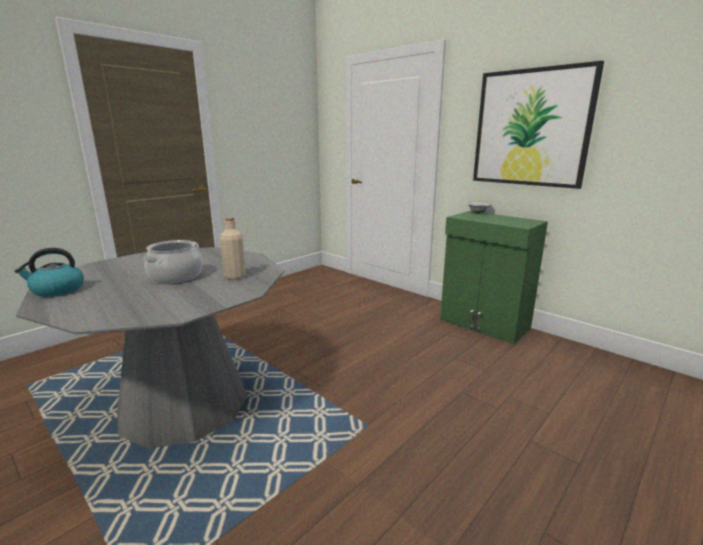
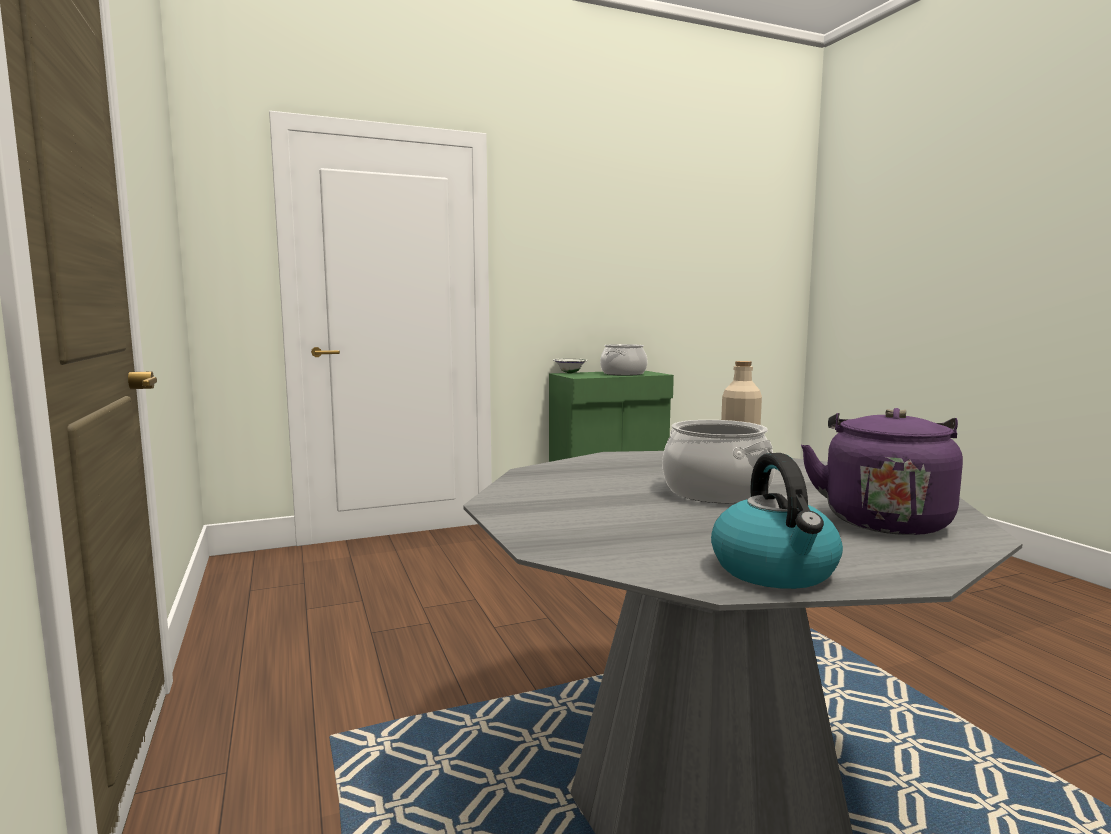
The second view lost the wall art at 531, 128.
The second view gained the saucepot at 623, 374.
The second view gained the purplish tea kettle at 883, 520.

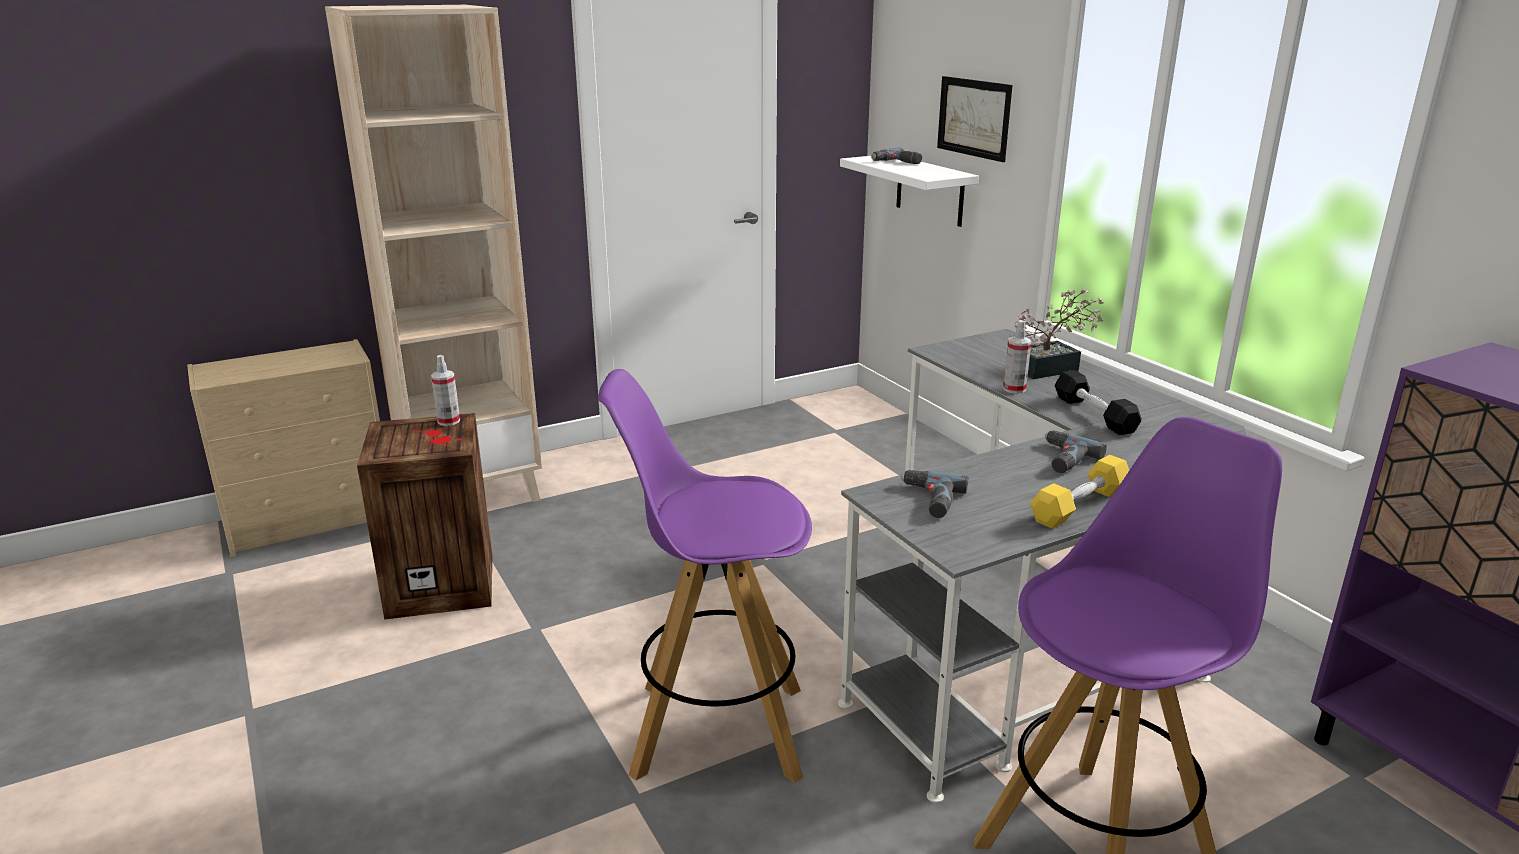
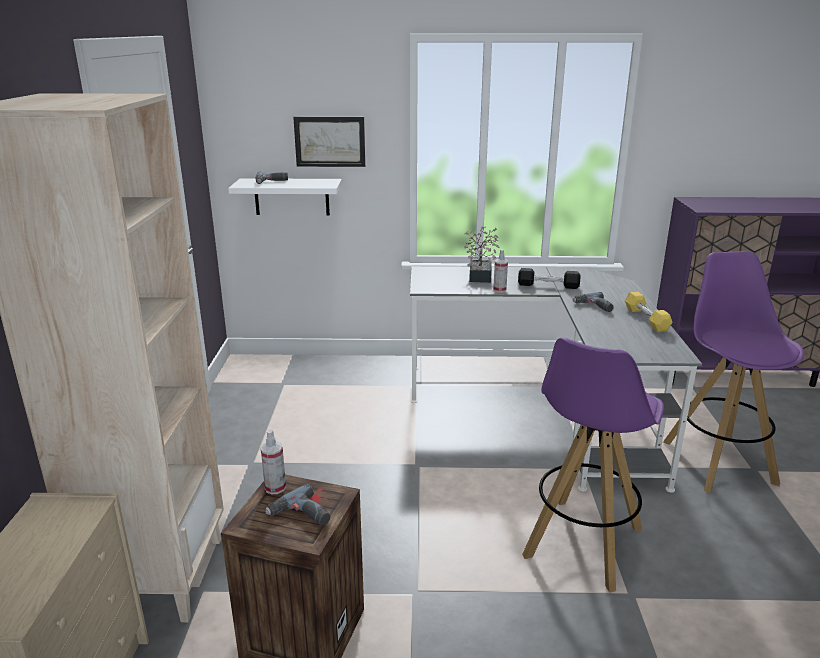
The electric drill ended up elsewhere, having gone from 929, 500 to 300, 516.

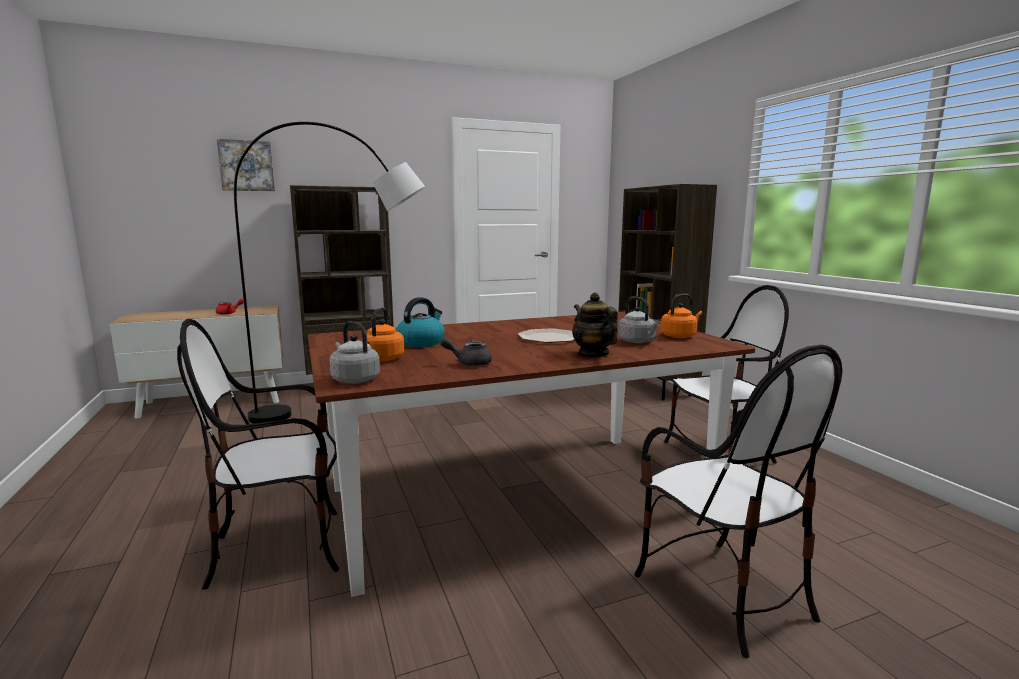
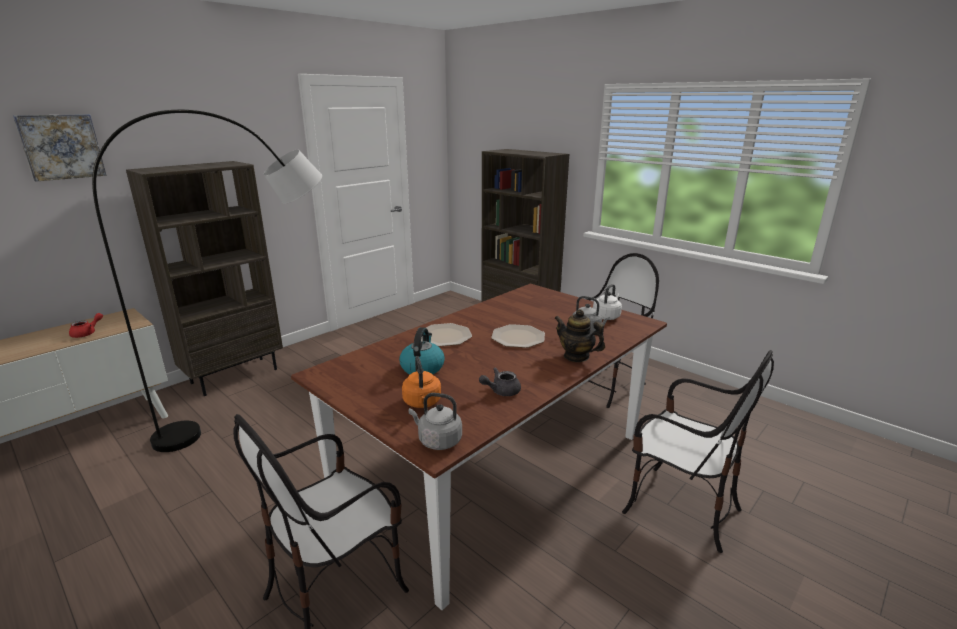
What was the orange tea kettle at 679, 336 turned into the whitish tea kettle at 607, 316.
The second view gained the flat dish at 444, 336.

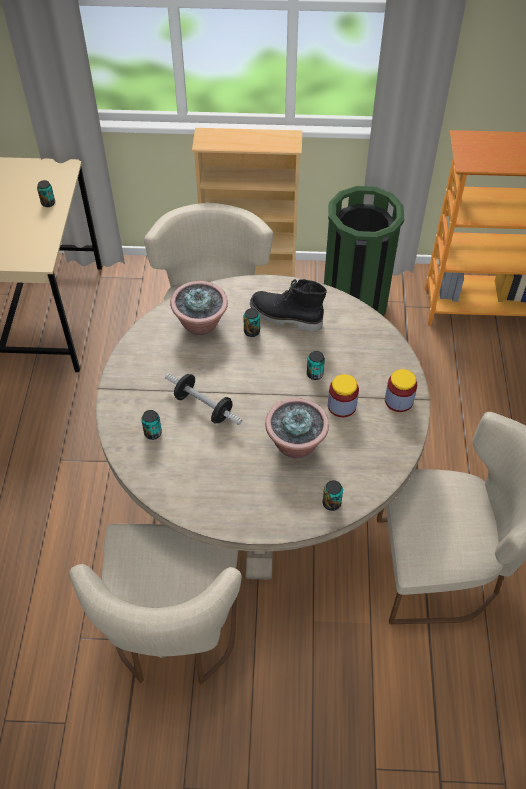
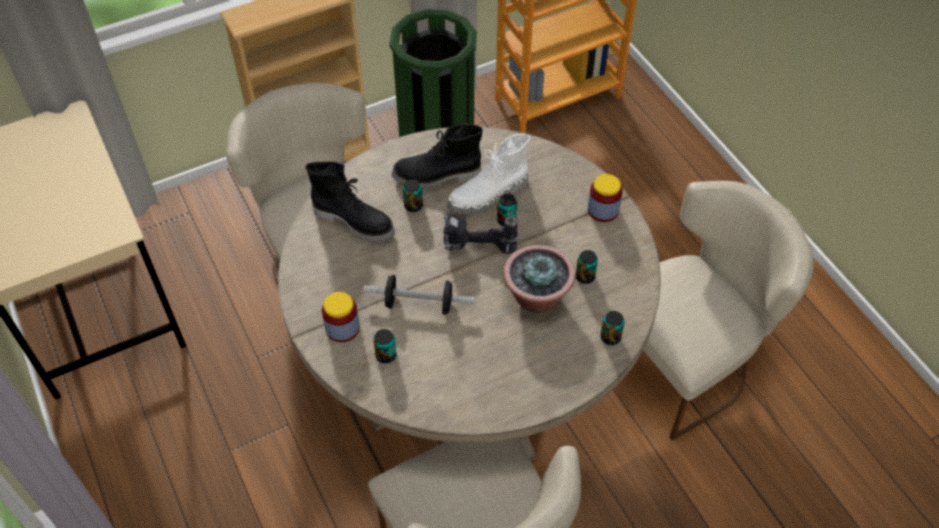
The can ended up elsewhere, having gone from 48, 203 to 585, 277.
Where the houseplant stood at 201, 324, the black-coloured high-top boot came to stand at 355, 221.
The preserve jar ended up elsewhere, having gone from 342, 406 to 342, 328.
The second view gained the whitish high-top boot at 489, 196.
The second view gained the electric drill at 477, 249.

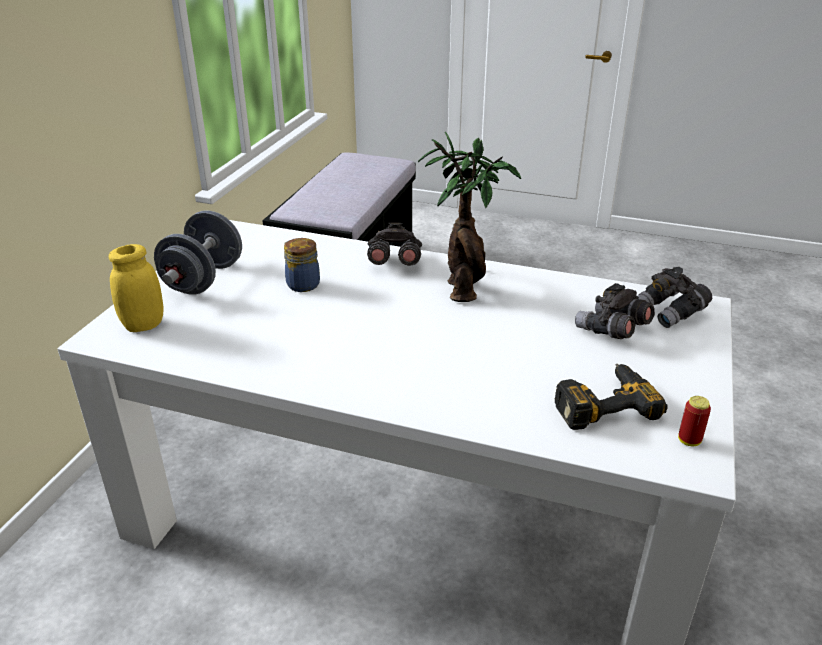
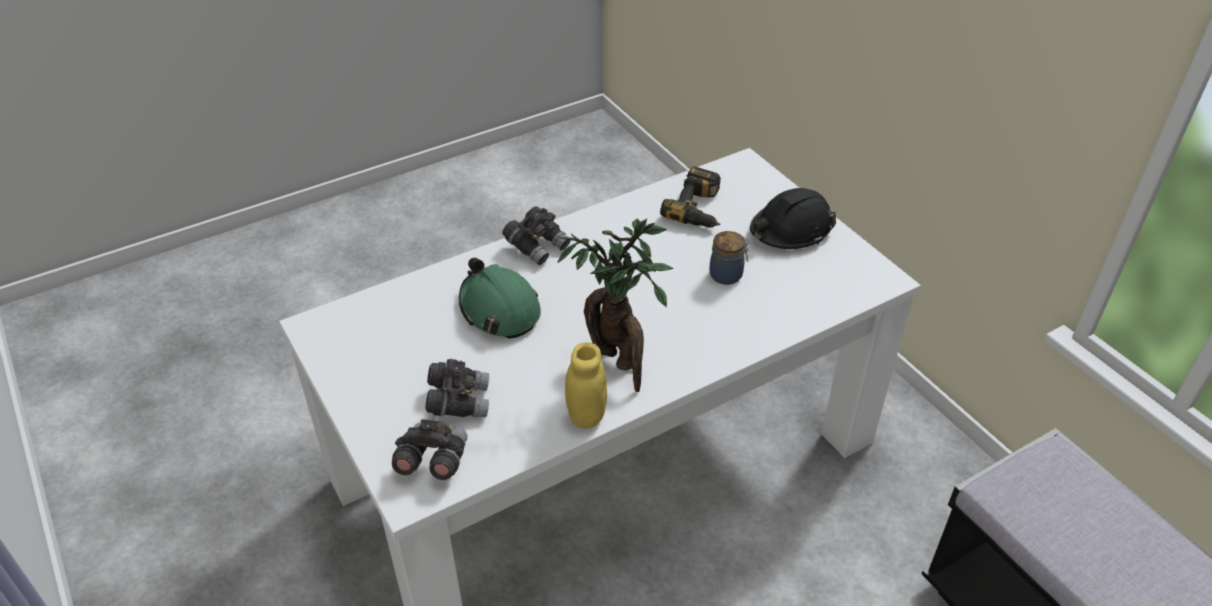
Where the greyish dumbbell stood at 203, 279, the black-coloured work helmet came to stand at 790, 230.
The greyish pair of binoculars ended up elsewhere, having gone from 394, 263 to 537, 246.
The yellow preserve jar ended up elsewhere, having gone from 143, 325 to 586, 416.
The electric drill ended up elsewhere, having gone from 602, 402 to 700, 209.
The second view lost the can at 689, 440.
The second view gained the green-coloured work helmet at 499, 309.

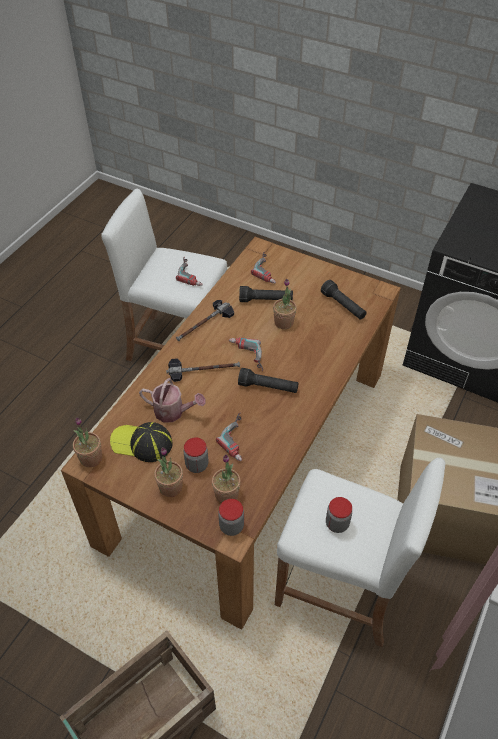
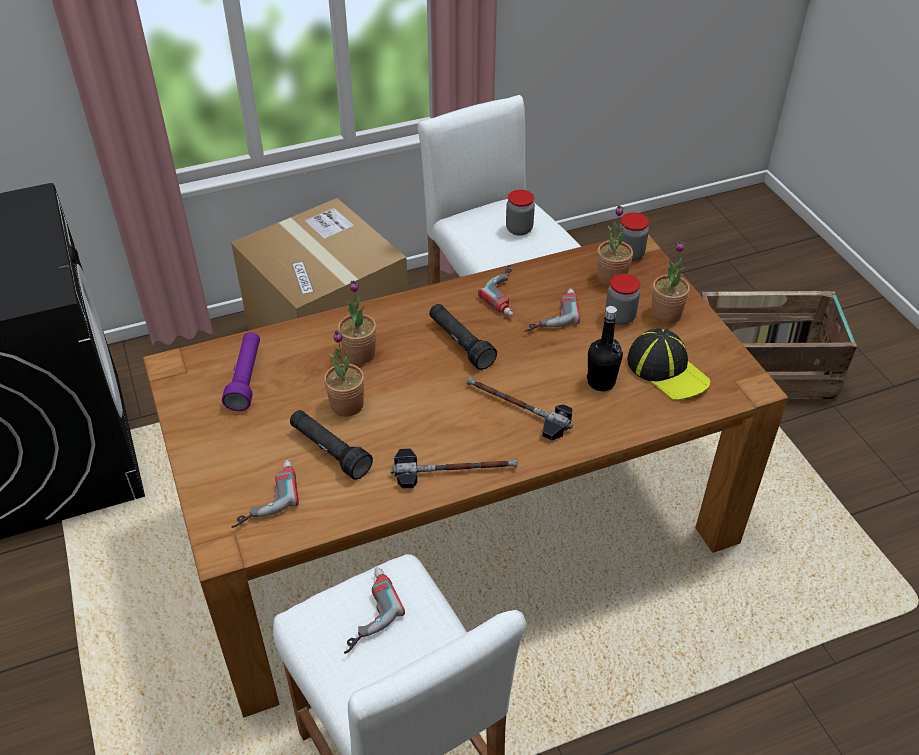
What was the black-coloured flashlight at 343, 306 turned into the purplish flashlight at 246, 378.
The electric drill ended up elsewhere, having gone from 245, 356 to 509, 294.
Where the sprinkling can stood at 173, 412, the black-coloured drink bottle came to stand at 601, 382.
The houseplant ended up elsewhere, having gone from 91, 458 to 359, 354.

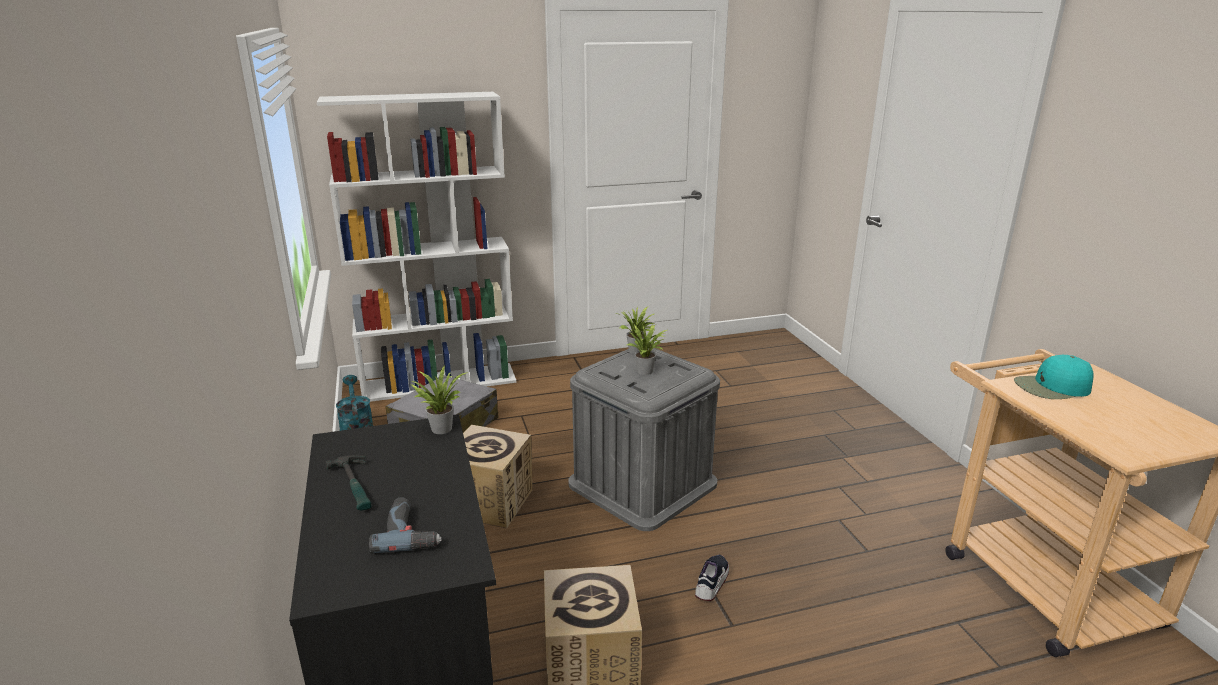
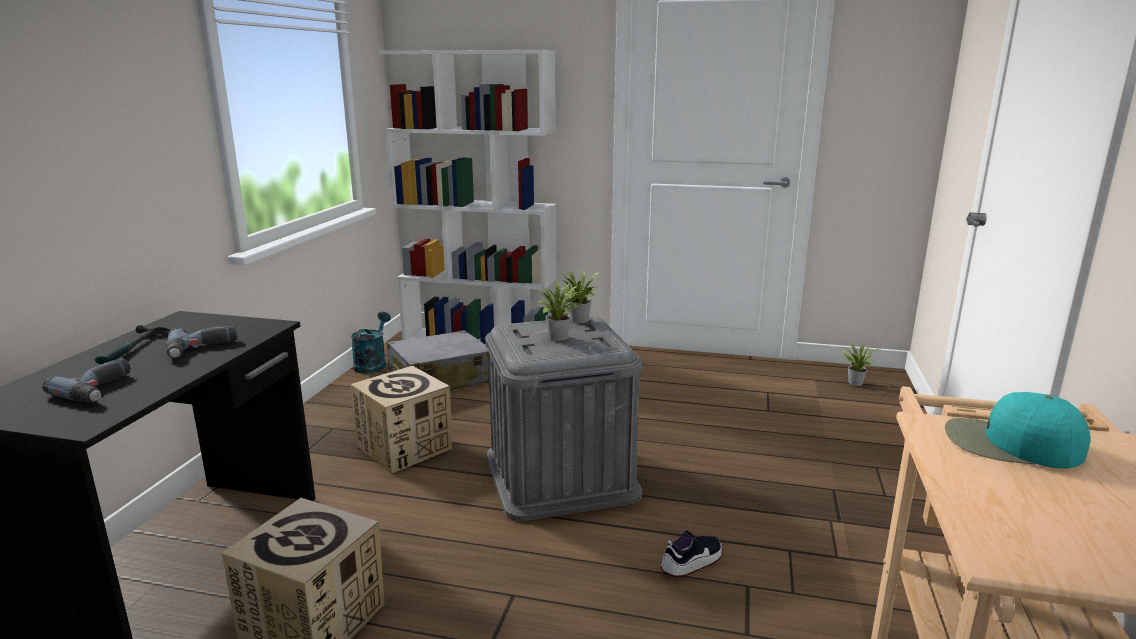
The houseplant ended up elsewhere, having gone from 440, 427 to 854, 382.
The shoe ended up elsewhere, having gone from 711, 583 to 691, 563.
The second view gained the electric drill at 203, 348.

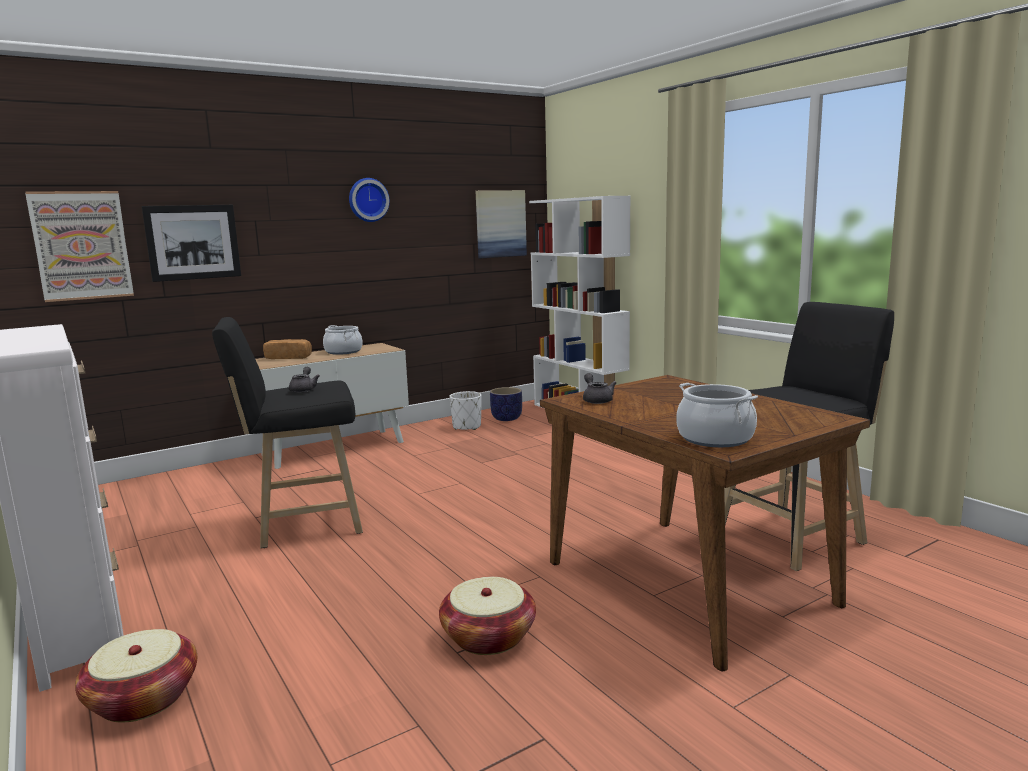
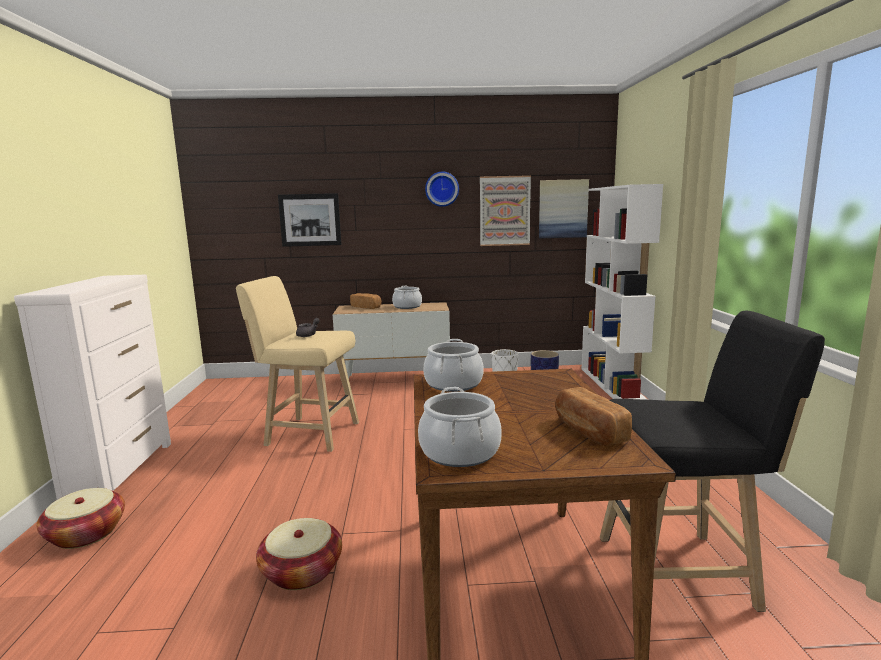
The wall art ended up elsewhere, having gone from 81, 245 to 504, 211.
What was the black-coloured sitting stool at 303, 523 turned into the beige sitting stool at 308, 433.
Where the greyish tea pot stood at 596, 400, the saucepot came to stand at 453, 384.
The second view gained the bakery bread at 588, 431.

